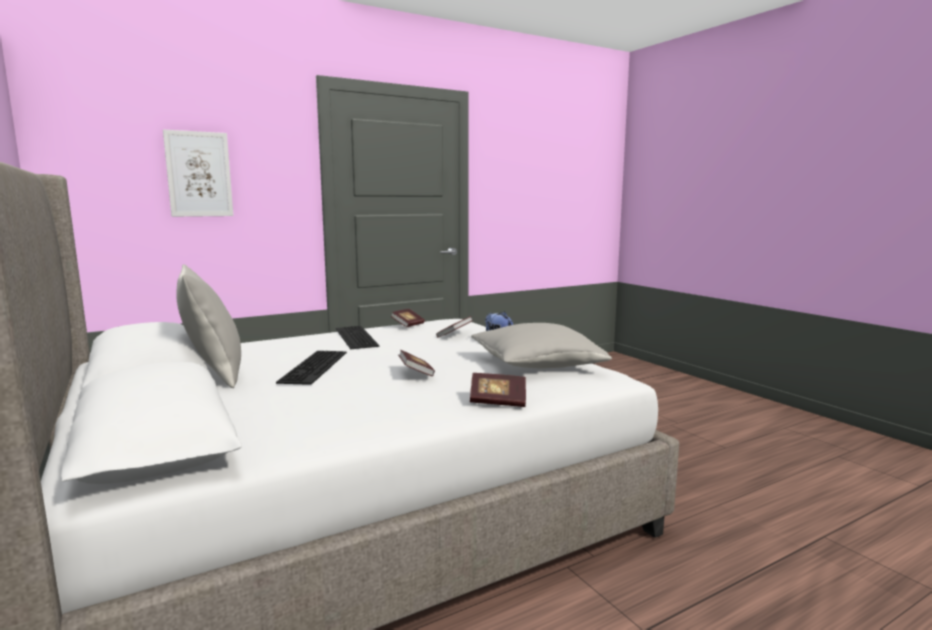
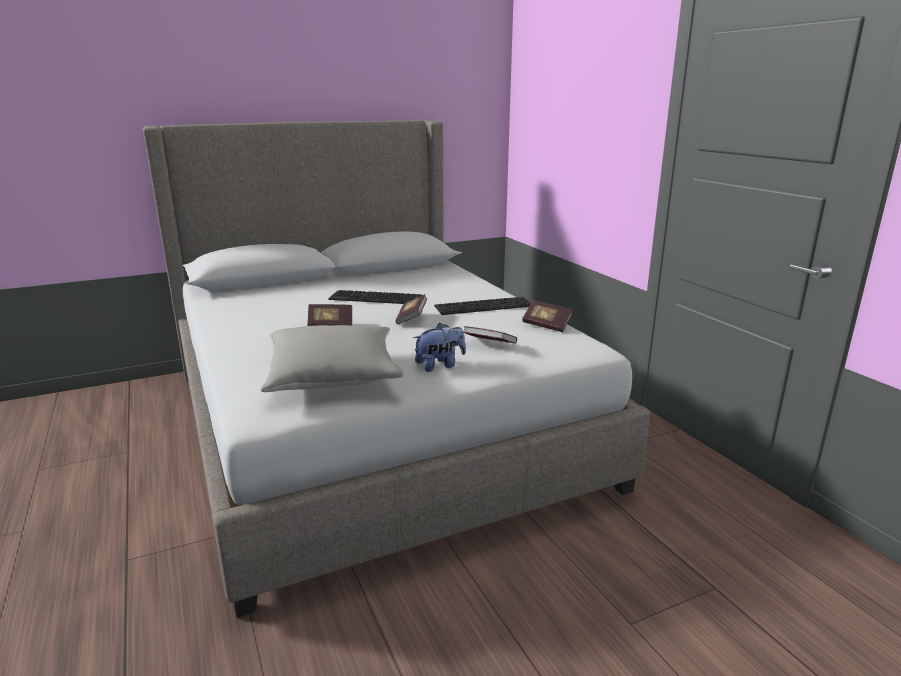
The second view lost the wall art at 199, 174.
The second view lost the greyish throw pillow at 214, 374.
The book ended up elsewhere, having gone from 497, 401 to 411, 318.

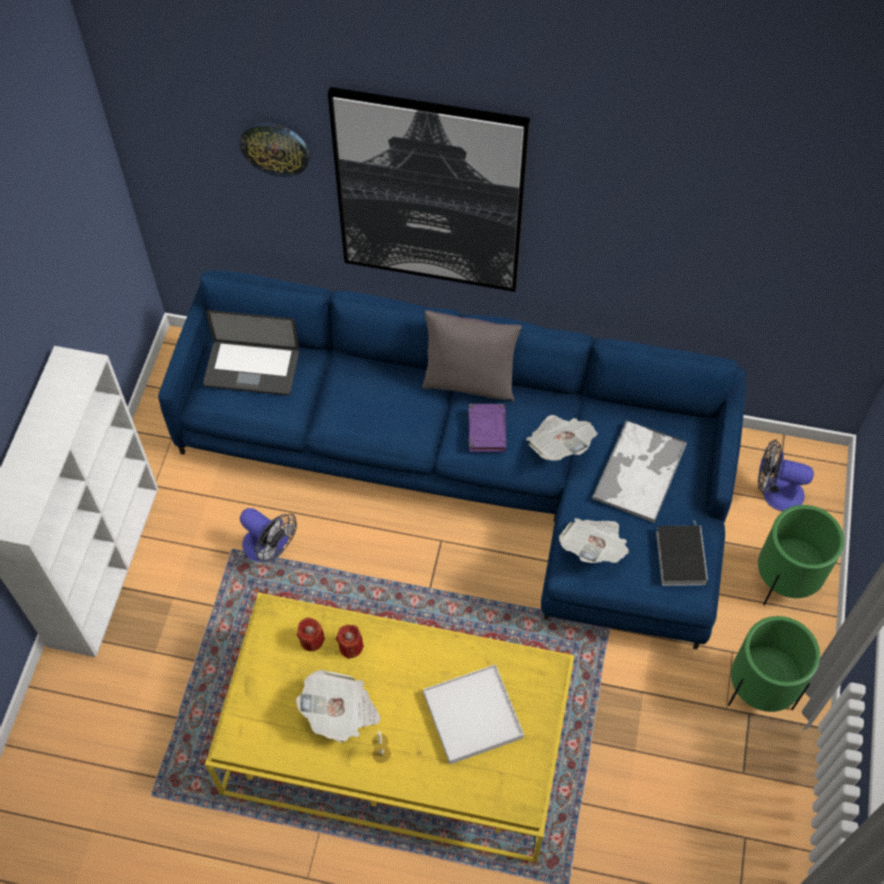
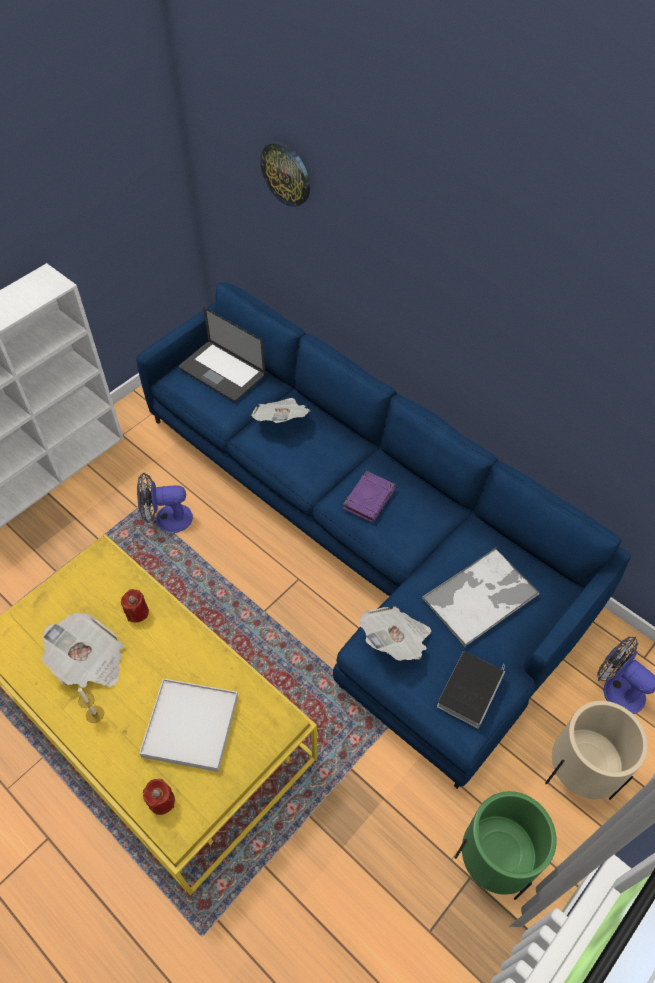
The second view lost the wall art at 430, 193.
The second view lost the greyish throw pillow at 469, 382.
The printed paper ended up elsewhere, having gone from 559, 445 to 281, 420.
What was the green-coloured planter at 784, 581 turned into the beige planter at 578, 772.
The cooling fan at 269, 549 ended up facing another way, 105 degrees clockwise from before.
The reddish wax light ended up elsewhere, having gone from 311, 640 to 161, 801.

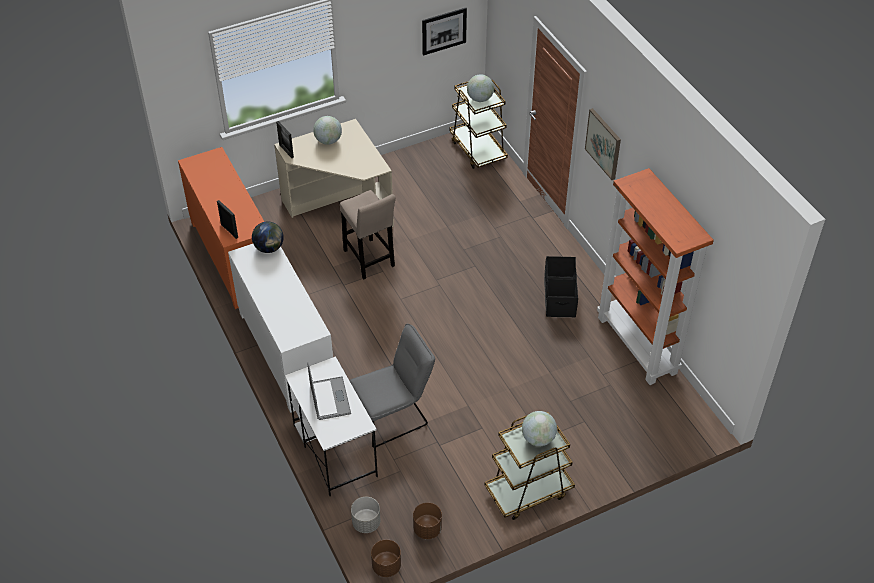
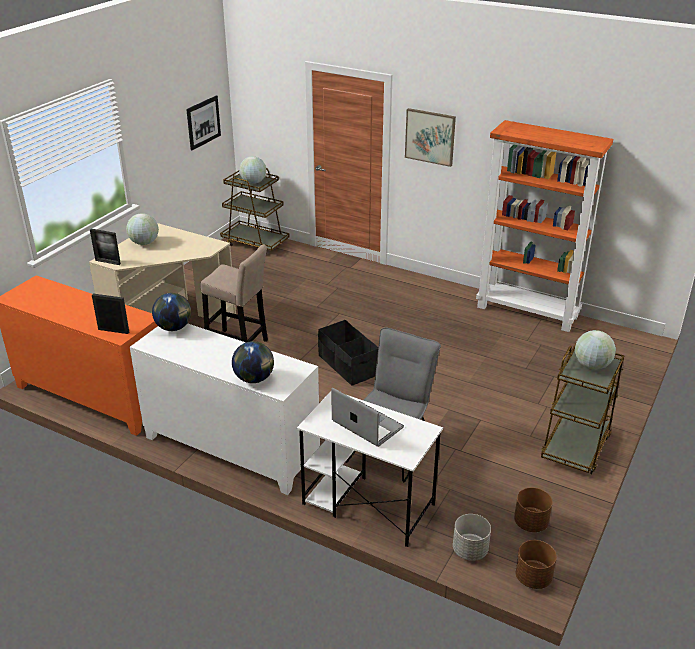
The black-coloured storage bin ended up elsewhere, having gone from 559, 296 to 348, 365.
The second view gained the globe at 254, 379.

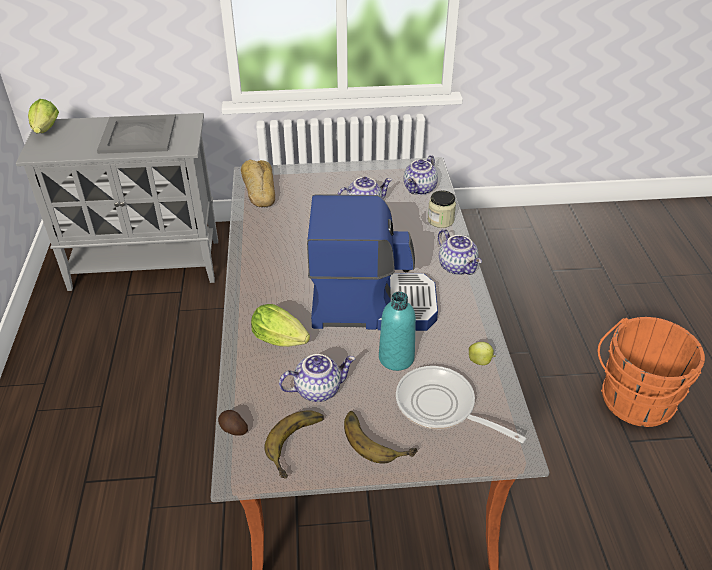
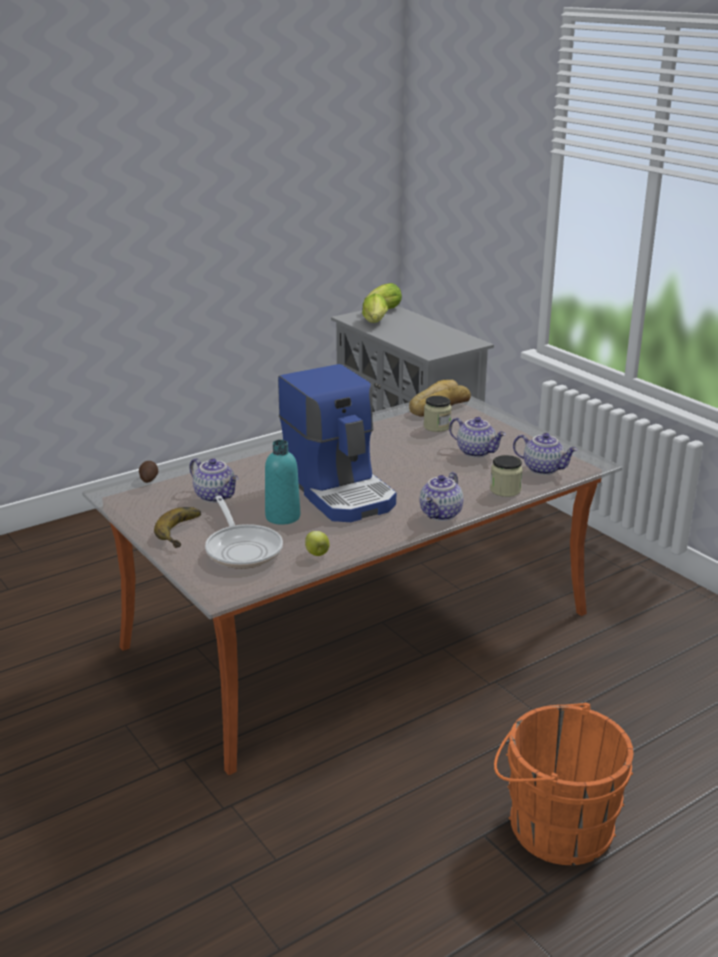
The second view lost the greyish carrying tray at 138, 135.
The tea pot at 420, 189 ended up facing another way, 150 degrees counterclockwise from before.
The lettuce head ended up elsewhere, having gone from 283, 341 to 375, 323.
The frying pan at 441, 407 ended up facing another way, 150 degrees clockwise from before.
The second view lost the banana at 300, 445.
The second view gained the preserve jar at 437, 426.

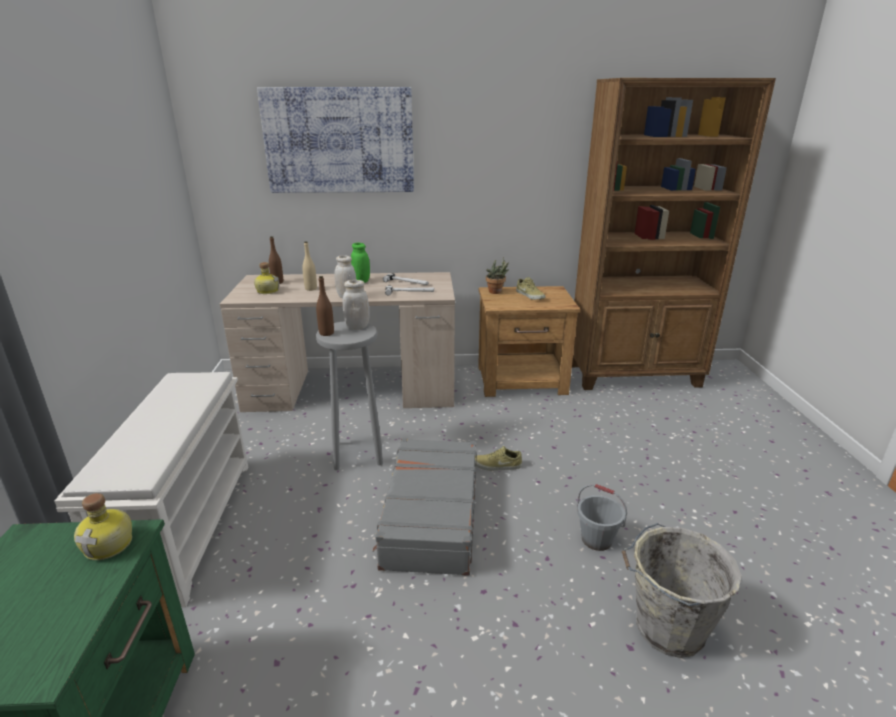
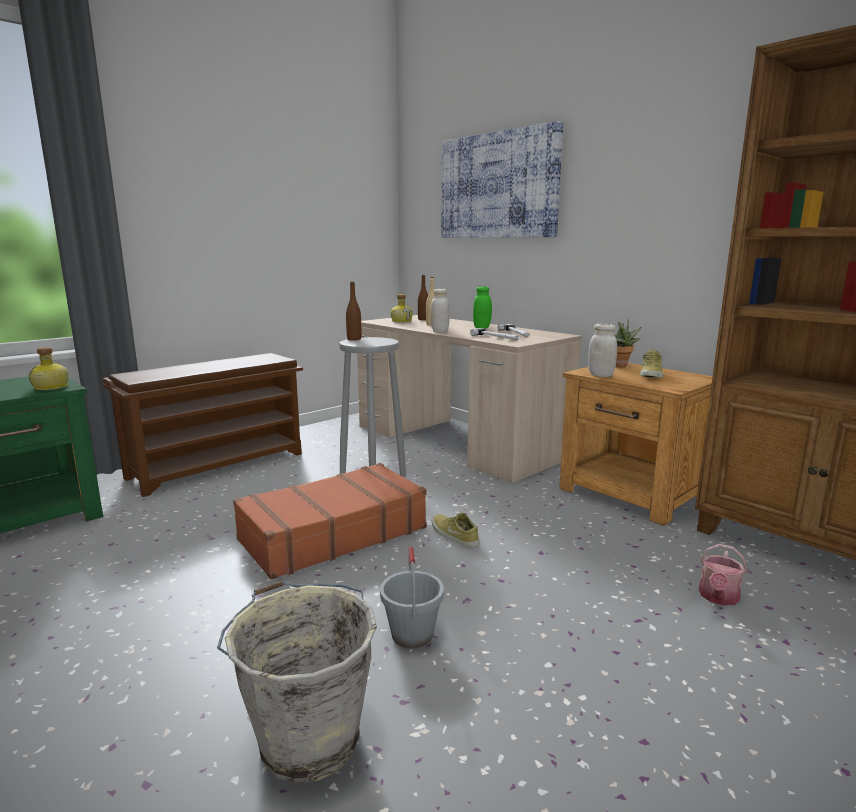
The whitish preserve jar ended up elsewhere, having gone from 357, 327 to 601, 375.
What was the whitish shoe shelf at 187, 525 turned into the brown-coloured shoe shelf at 218, 465.
What was the greyish travel case at 430, 516 turned into the brown-coloured travel case at 332, 534.
The second view gained the sprinkling can at 718, 598.

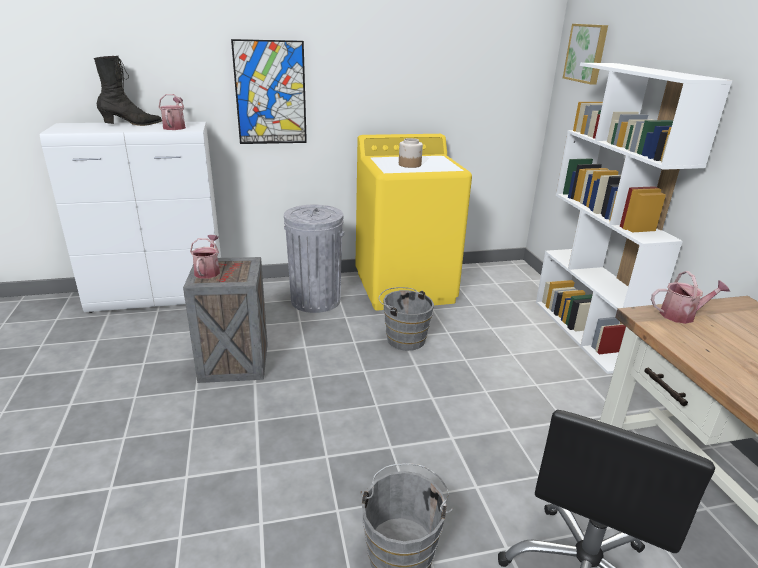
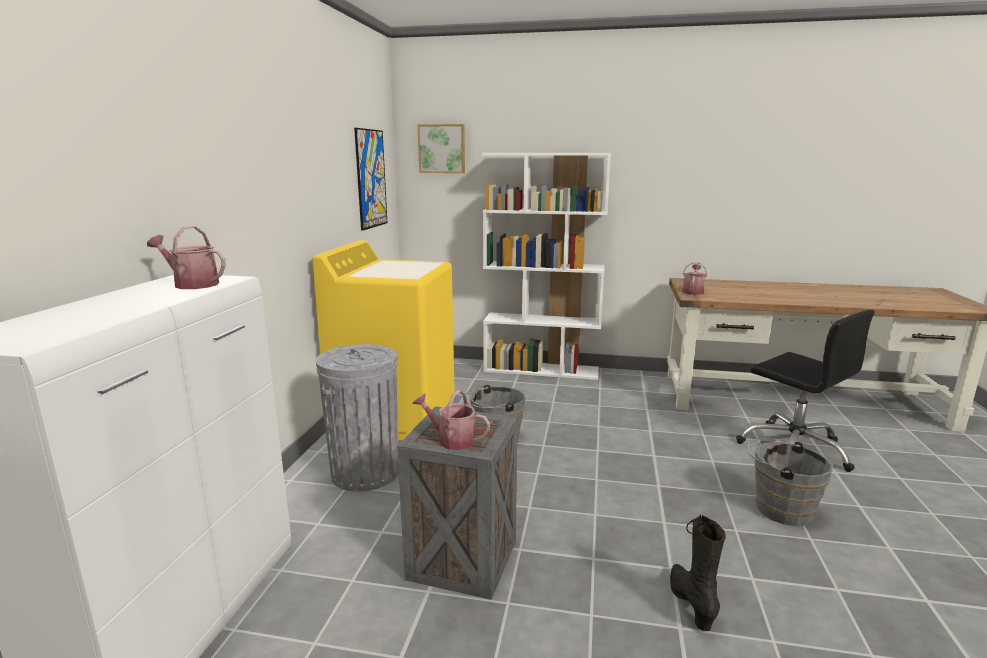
The wall art ended up elsewhere, having gone from 270, 93 to 371, 179.
The black-coloured high-top boot ended up elsewhere, having gone from 132, 124 to 691, 603.
The second view lost the preserve jar at 410, 165.

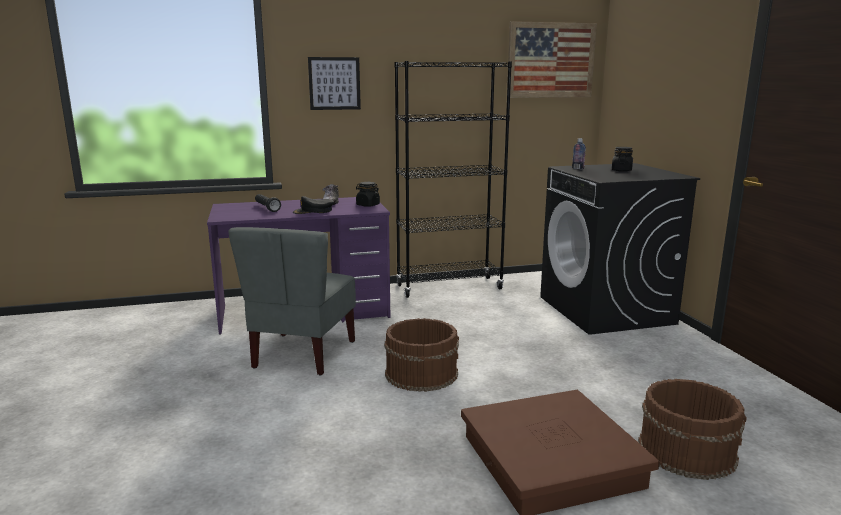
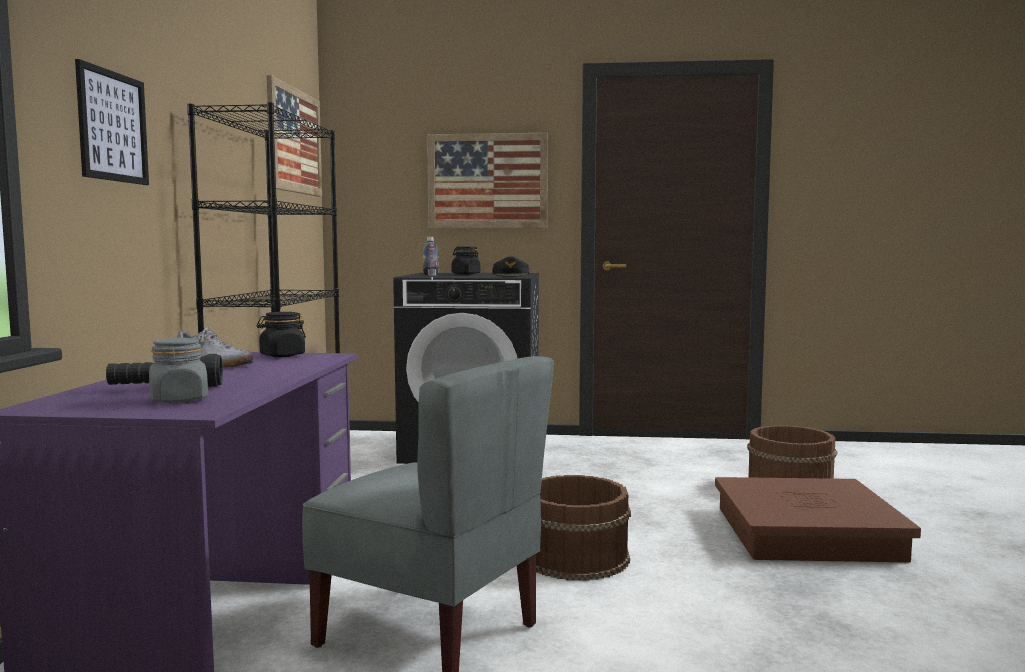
The black-coloured peaked cap ended up elsewhere, having gone from 313, 211 to 511, 275.
The second view gained the wall art at 487, 181.
The second view gained the greyish preserve jar at 179, 399.

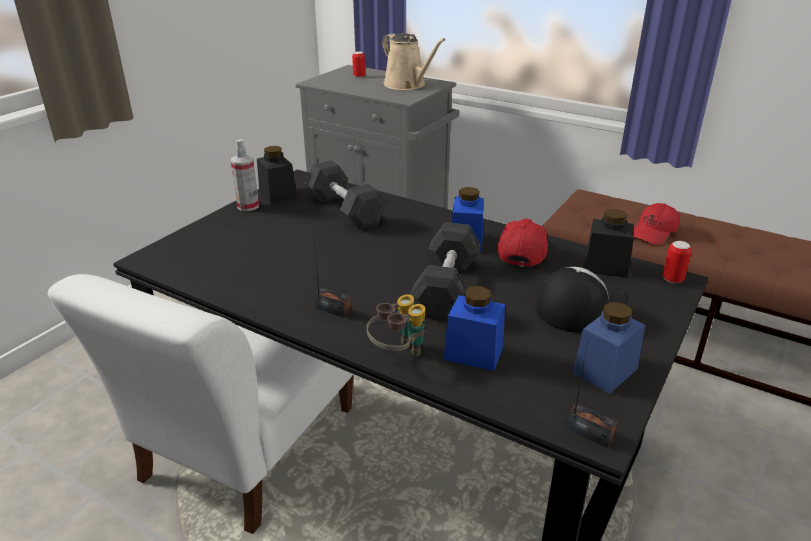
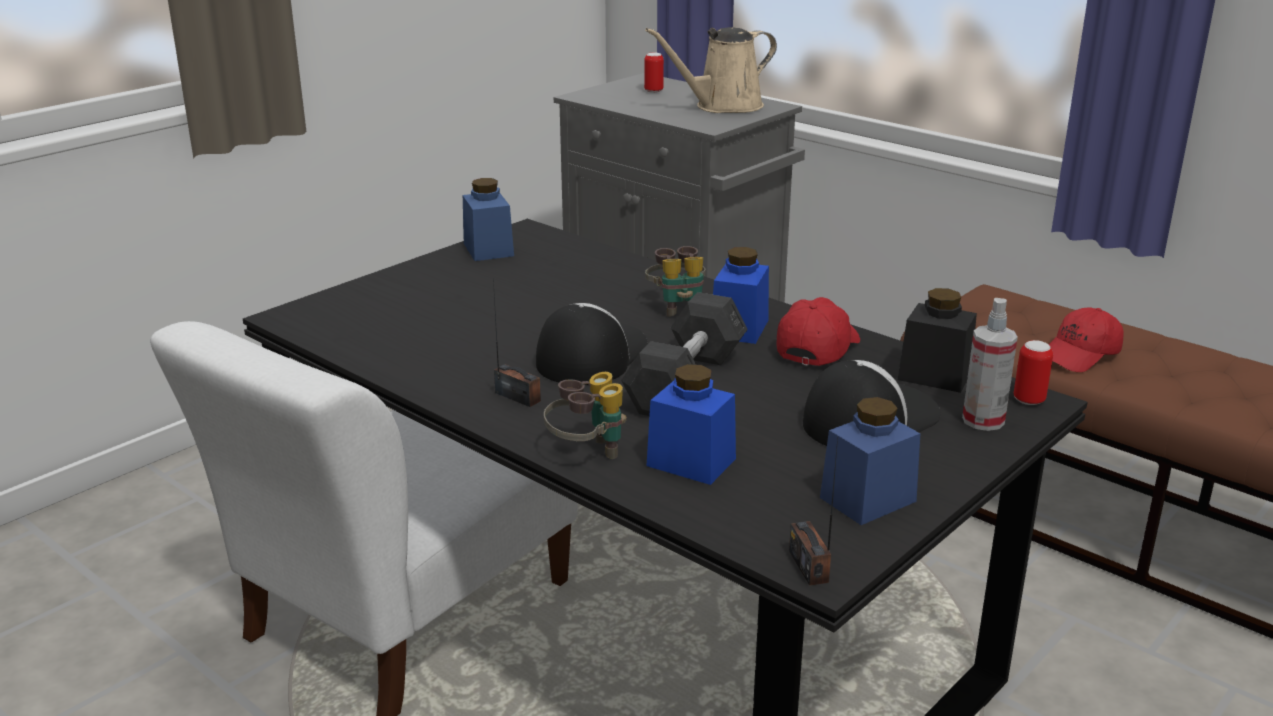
The beige sprinkling can at 407, 85 ended up facing another way, 90 degrees clockwise from before.
The sprayer ended up elsewhere, having gone from 248, 206 to 983, 420.
What was the black-coloured preserve jar at 277, 194 turned into the blue-coloured preserve jar at 488, 249.
The second view lost the greyish dumbbell at 345, 210.
The radio at 589, 434 ended up facing another way, 150 degrees counterclockwise from before.
The second view gained the pair of binoculars at 677, 308.
The second view gained the peaked cap at 590, 355.

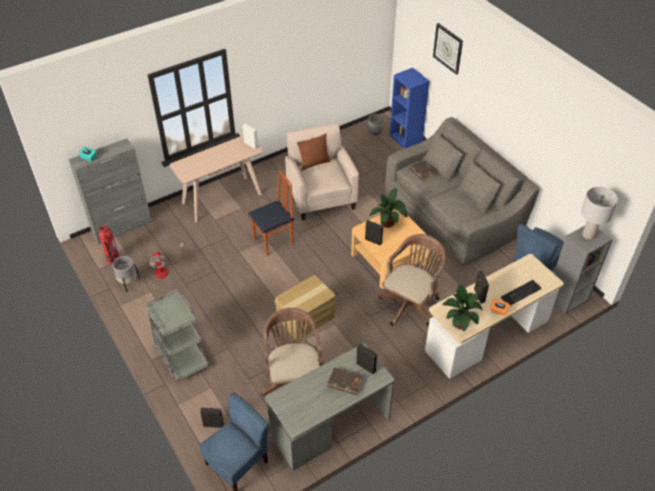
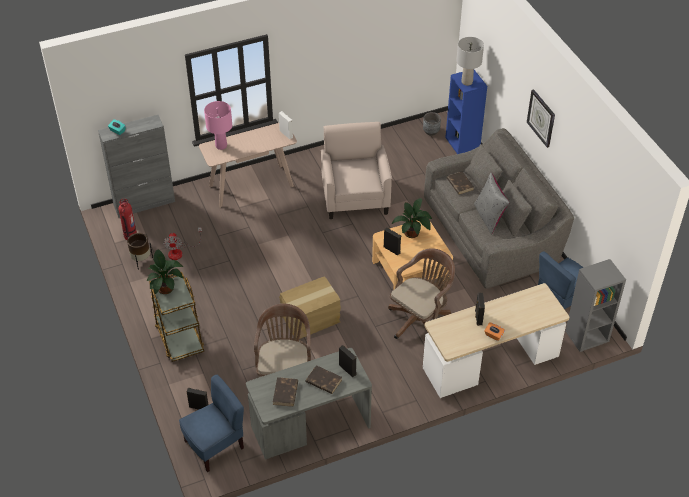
The clock on the wall ended up elsewhere, having gone from 448, 48 to 541, 118.
The second view lost the brown-coloured throw pillow at 314, 163.
The second view lost the chair at 274, 241.
The greyish table lamp ended up elsewhere, having gone from 588, 235 to 467, 82.
What was the greyish planter at 128, 283 turned into the brown-coloured planter at 141, 261.
The second view lost the computer keyboard at 520, 294.
The houseplant ended up elsewhere, having gone from 460, 321 to 166, 287.
What was the greyish cart at 180, 355 turned into the brown-coloured cart at 179, 338.
The second view gained the pinkish table lamp at 221, 146.
The second view gained the greyish throw pillow at 489, 217.
The second view gained the brown-coloured book at 285, 393.

